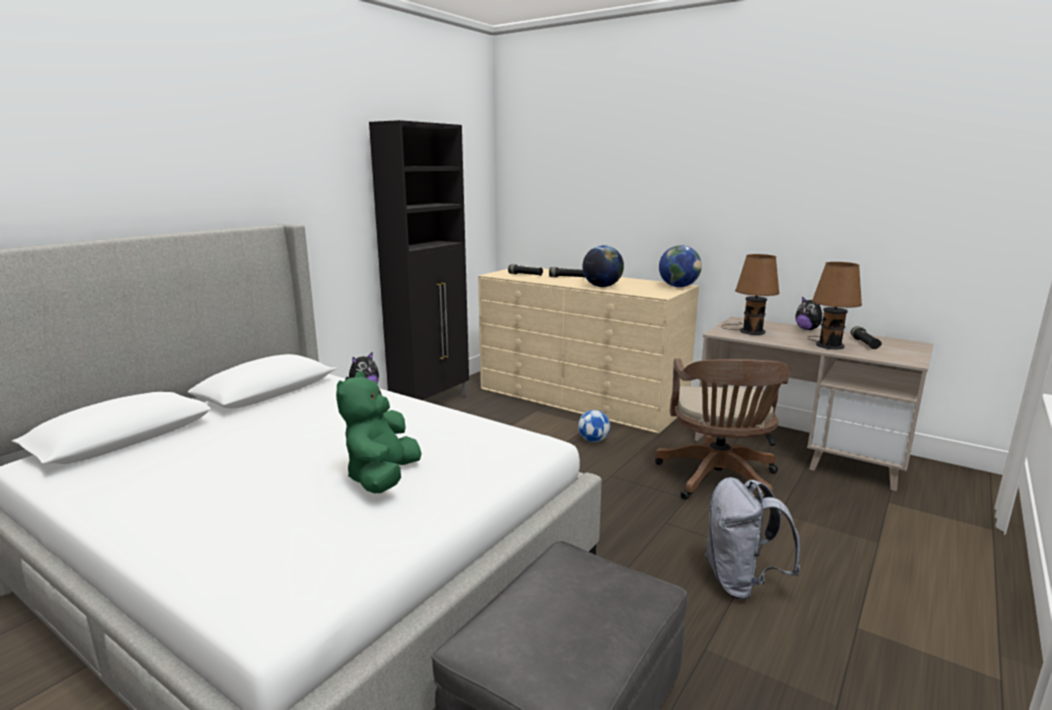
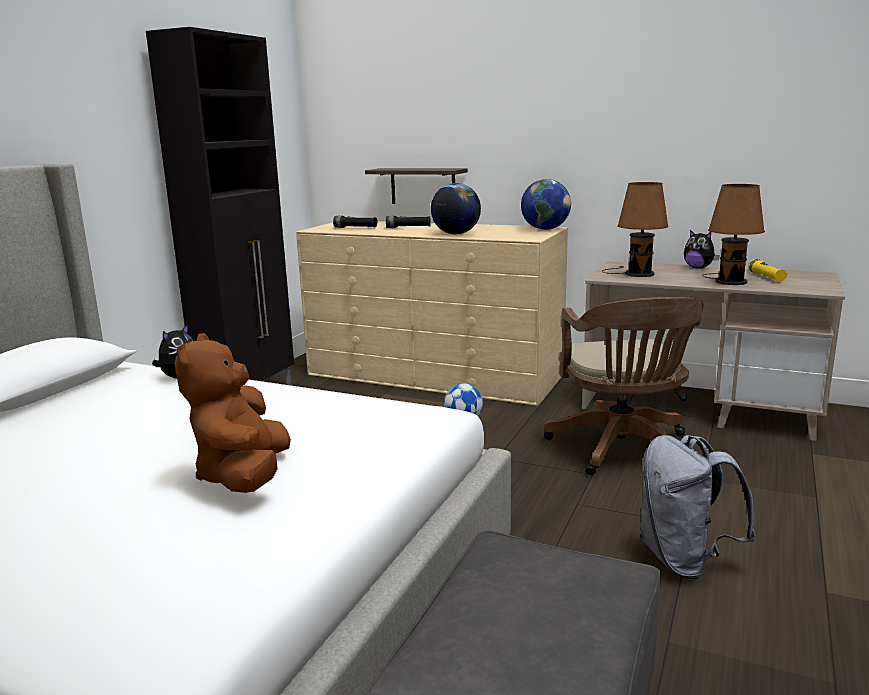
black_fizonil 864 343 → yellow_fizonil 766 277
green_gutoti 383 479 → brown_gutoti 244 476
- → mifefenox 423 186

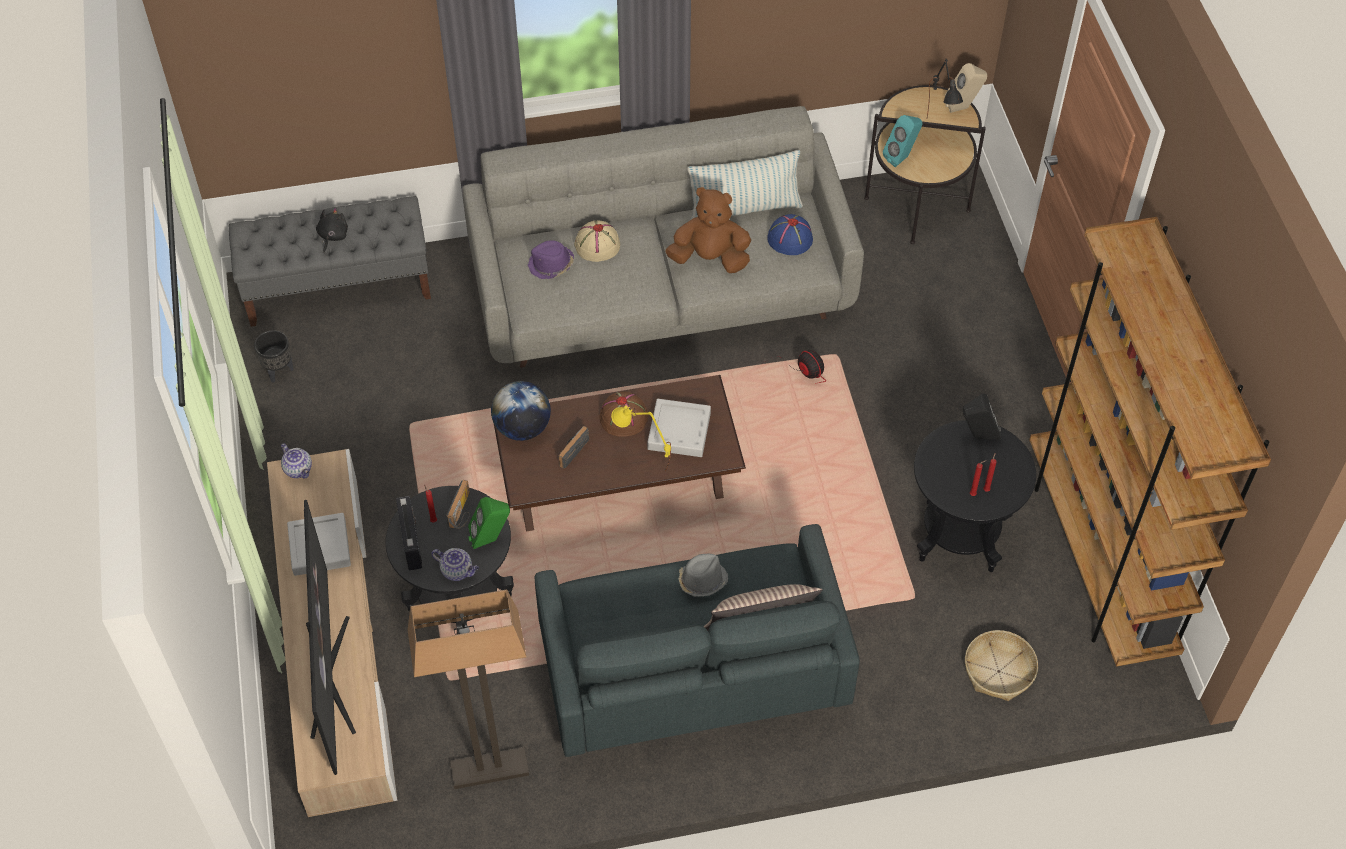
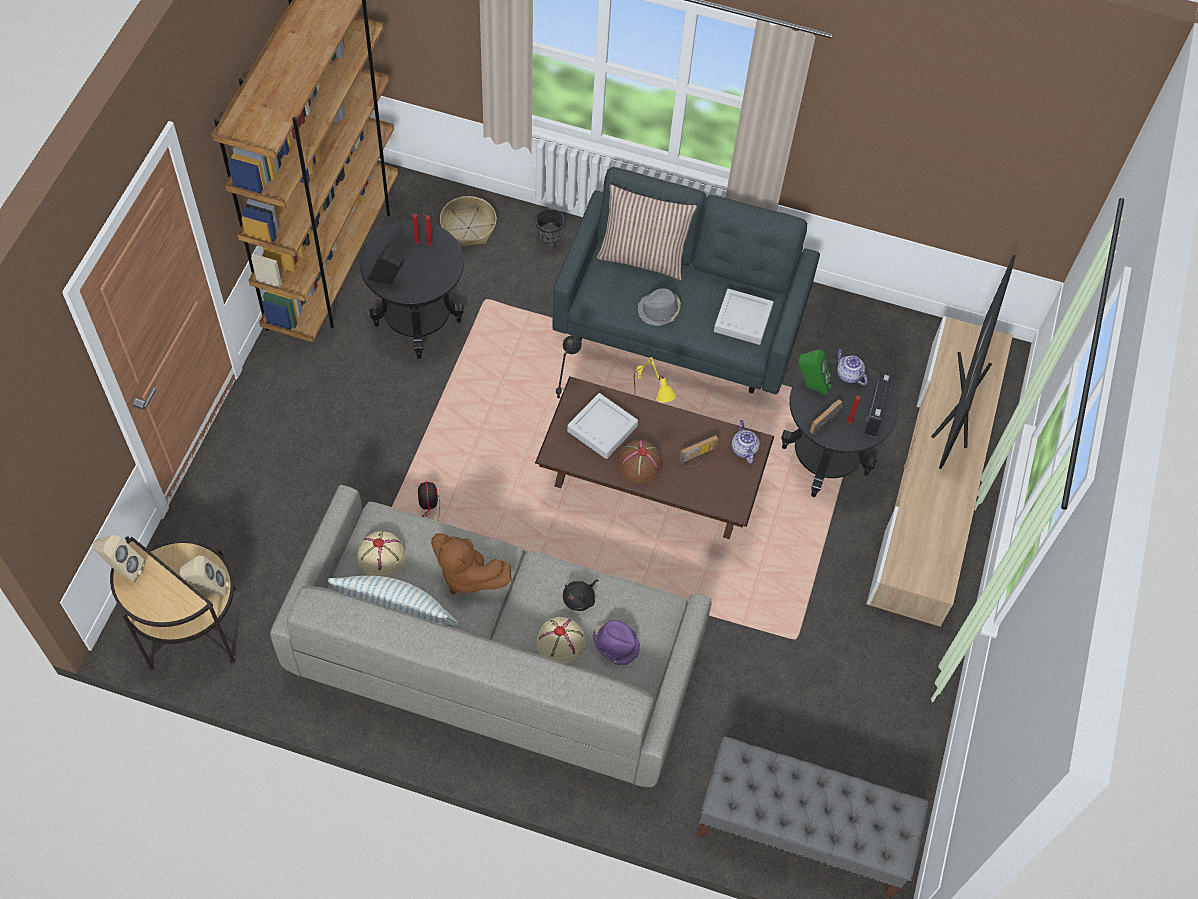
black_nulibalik 939 131 → black_nulibalik 564 395, shifted
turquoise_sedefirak 901 158 → beige_sedefirak 209 590
black_gutoti 332 236 → black_gutoti 580 599, shifted
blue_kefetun 789 238 → beige_kefetun 382 556
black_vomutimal 278 371 → black_vomutimal 549 244, shifted
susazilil 522 428 → -
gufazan 299 470 → gufazan 743 449, shifted
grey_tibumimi 320 547 → grey_tibumimi 743 320, shifted
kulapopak 489 770 → -

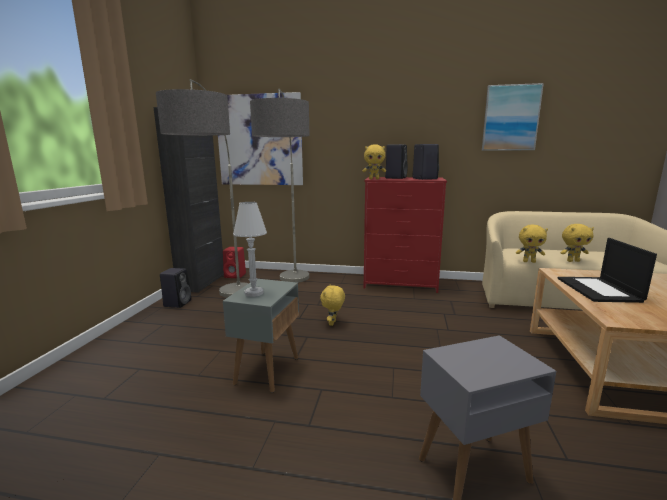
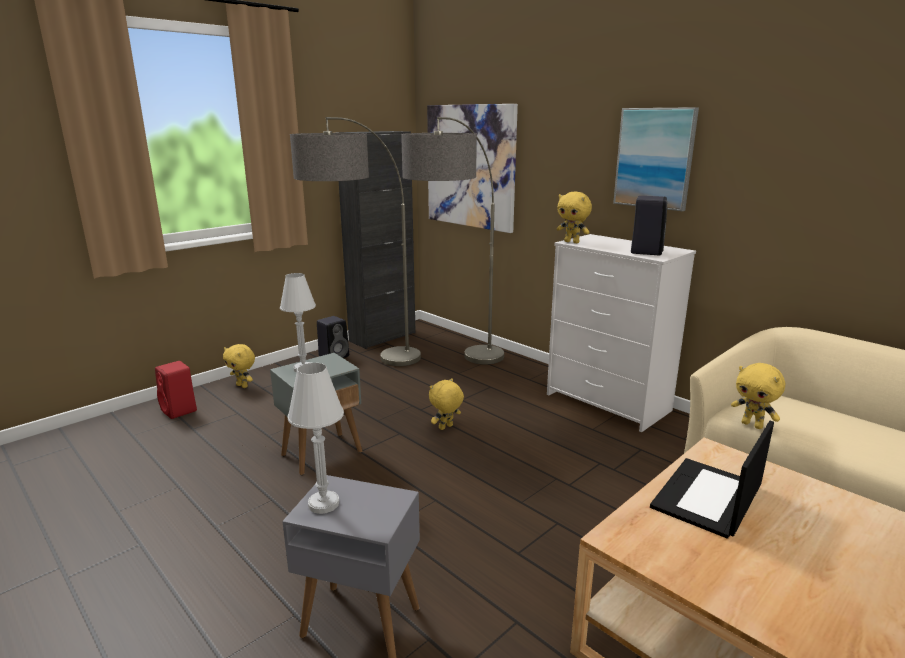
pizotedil 510 118 → pizotedil 654 158, shifted
black_sedefirak 395 178 → -
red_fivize 401 283 → white_fivize 608 402
yellow_gutoti 573 261 → yellow_gutoti 243 386, shifted
red_sedefirak 236 275 → red_sedefirak 180 411, shifted
- → white_nulibalik 324 504

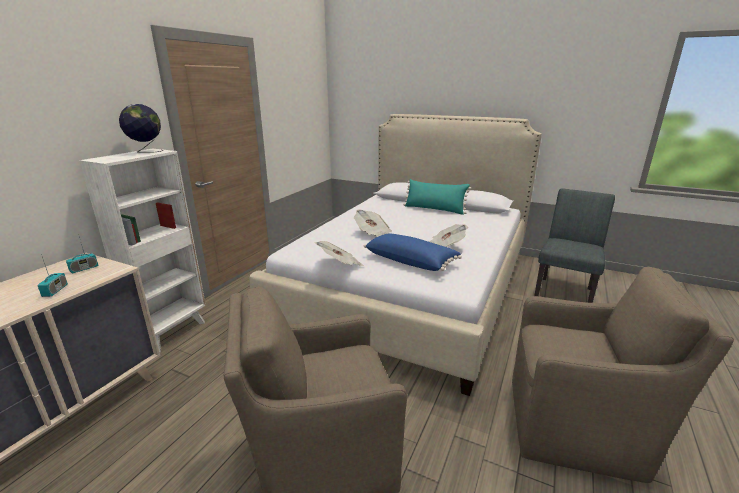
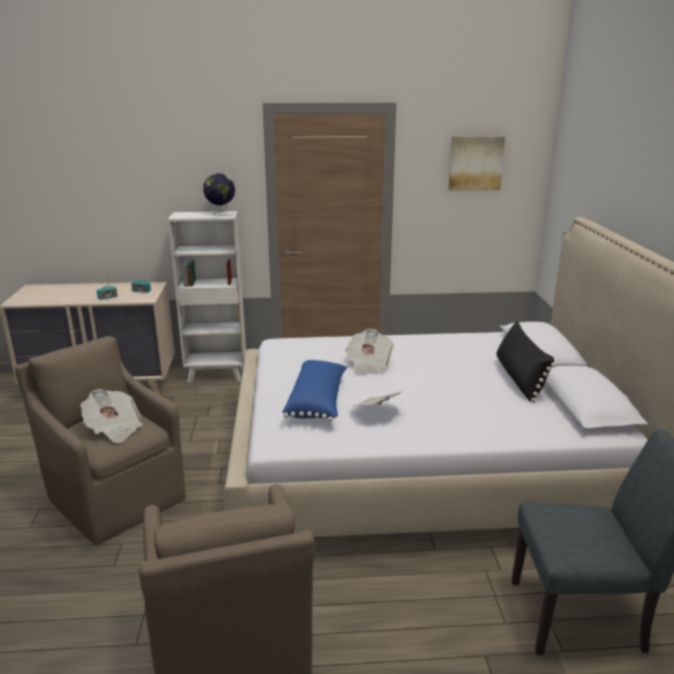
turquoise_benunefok 434 209 → black_benunefok 519 378
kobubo 340 265 → kobubo 114 429, shifted
- → pizotedil 475 163

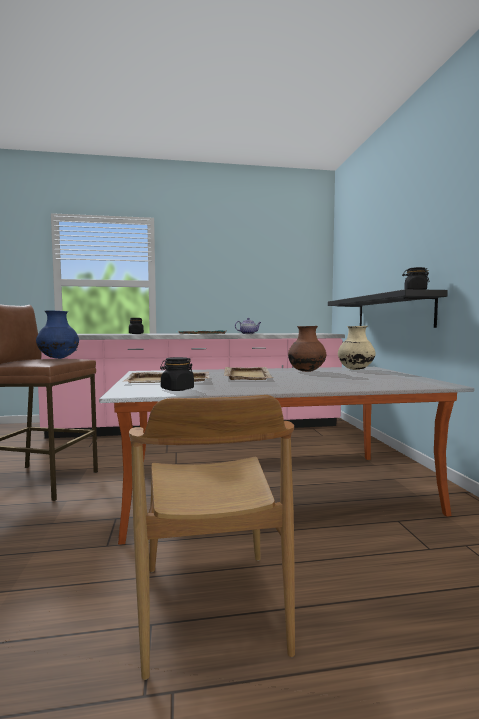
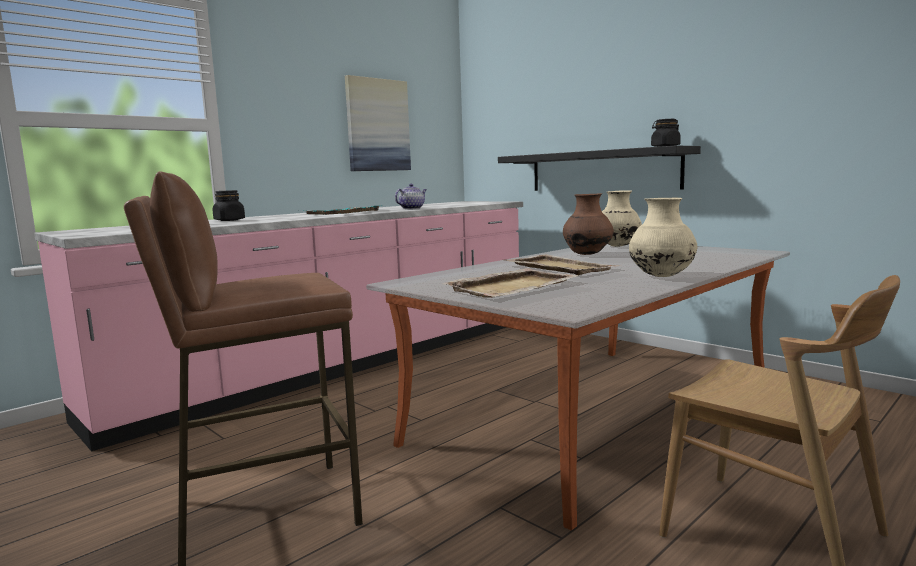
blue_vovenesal 59 358 → -
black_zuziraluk 177 389 → -
- → pizotedil 377 125
- → beige_vovenesal 662 276

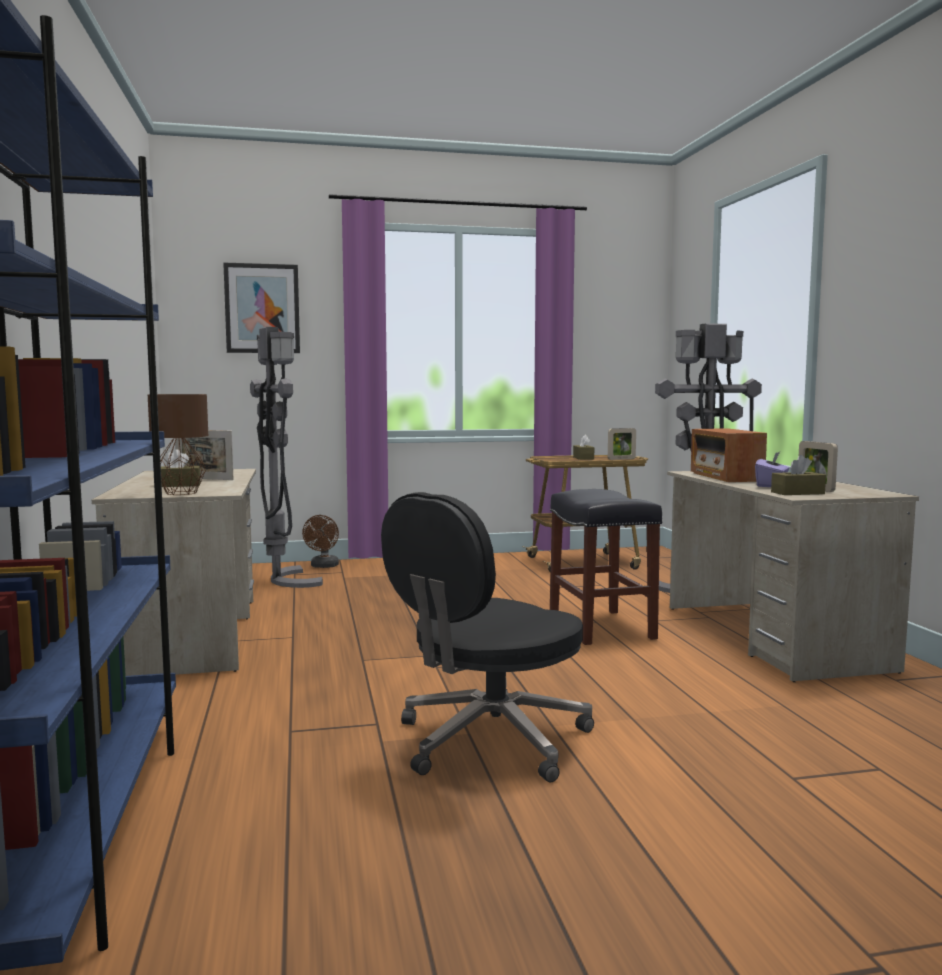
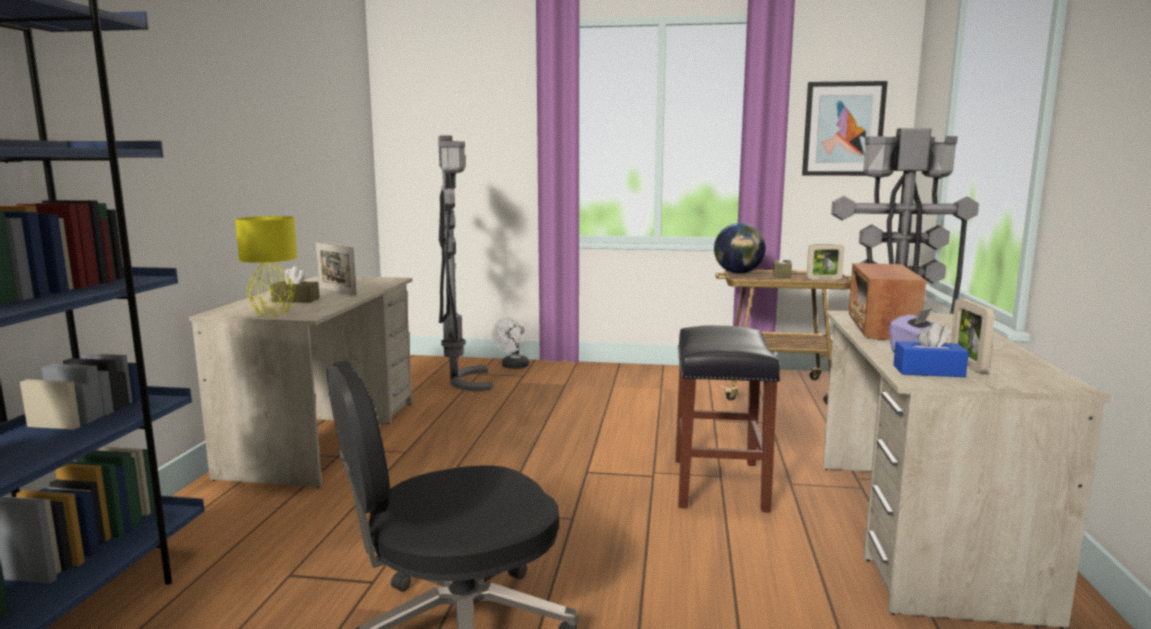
pizotedil 262 308 → pizotedil 843 129, shifted
brown_nulibalik 180 493 → yellow_nulibalik 272 313
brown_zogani 797 493 → blue_zogani 928 371
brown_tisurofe 323 566 → white_tisurofe 513 367
- → susazilil 738 273

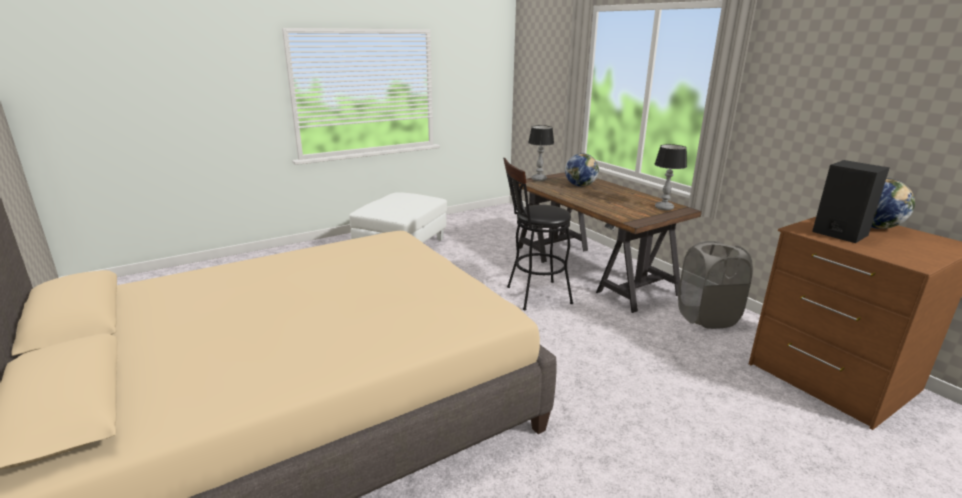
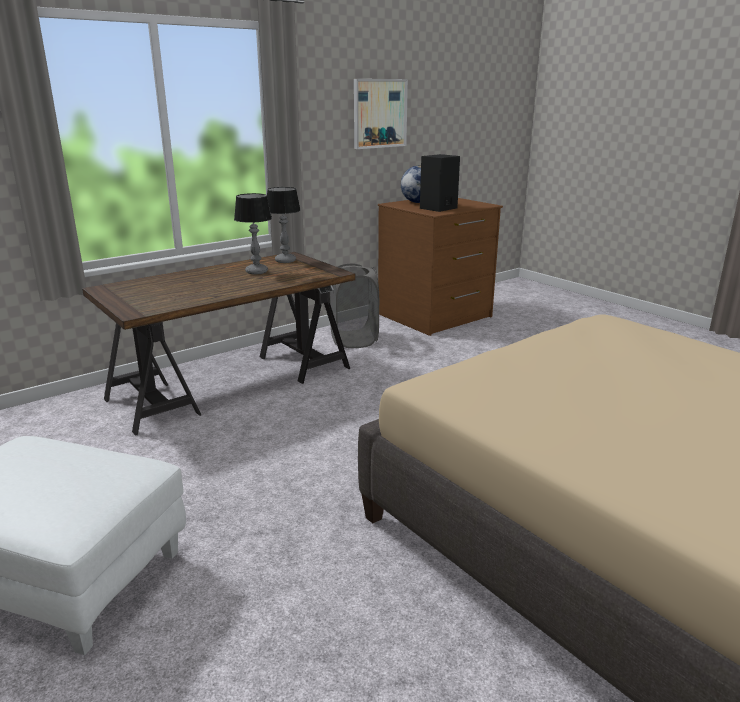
nulibalik 539 179 → nulibalik 256 271, shifted
susazilil 580 186 → -
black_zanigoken 533 296 → -
- → pizotedil 379 113

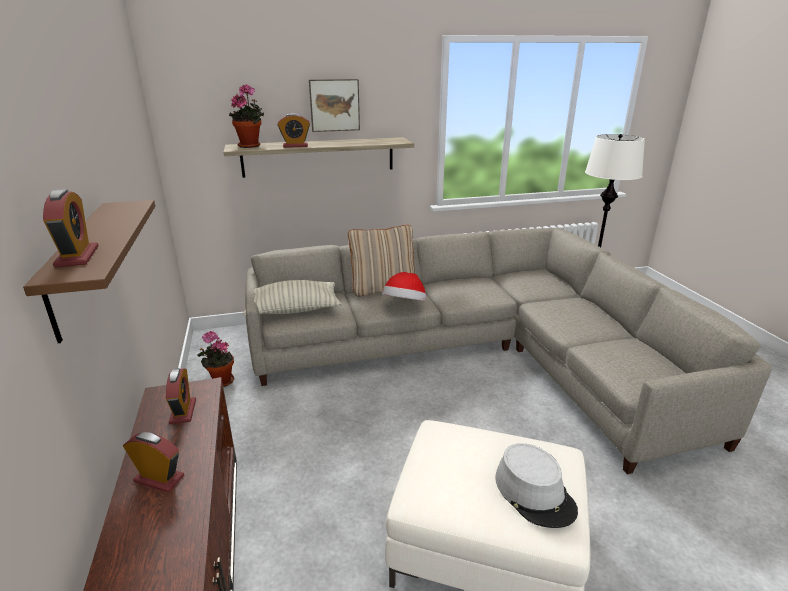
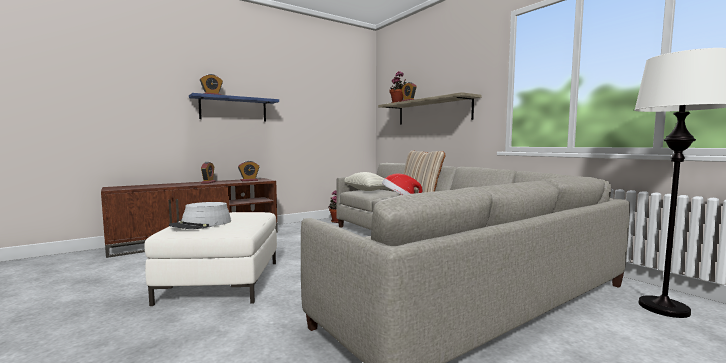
pizotedil 334 105 → -
brown_mifefenox 80 266 → blue_mifefenox 233 109

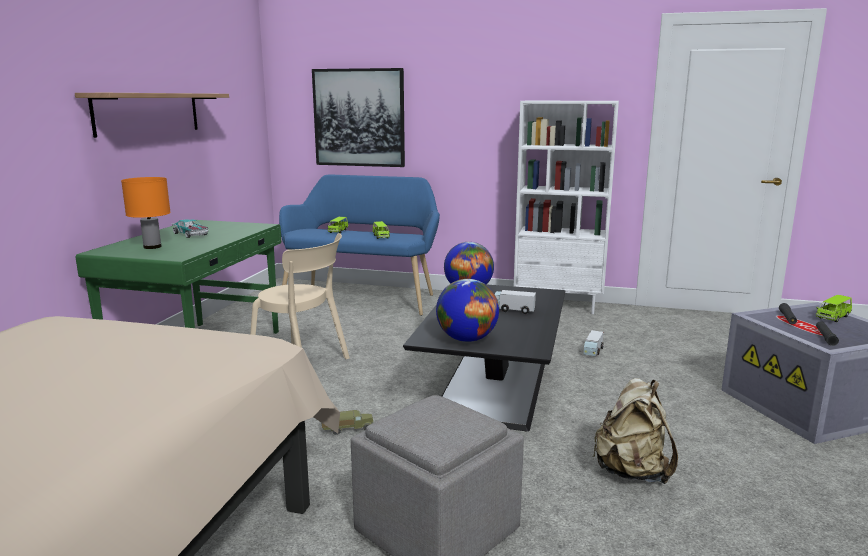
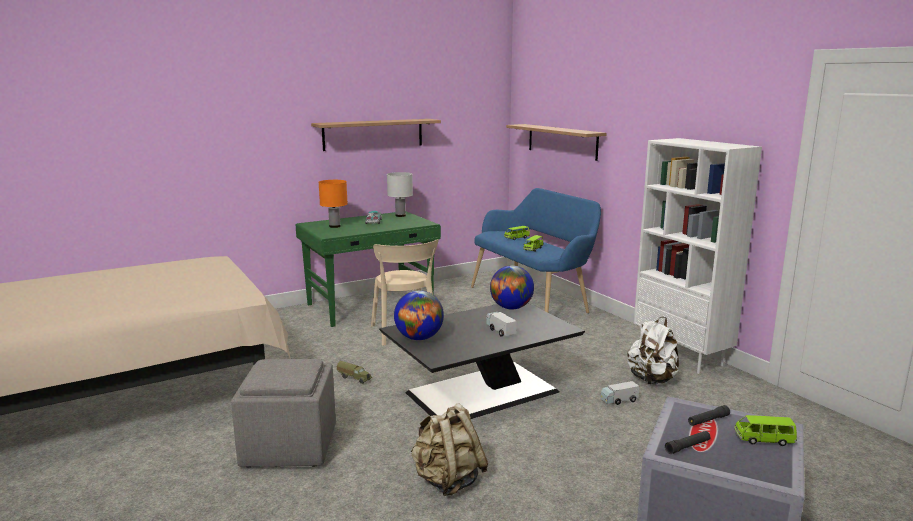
pizotedil 359 118 → mifefenox 562 141
- → white_nulibalik 400 215
- → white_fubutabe 652 380

